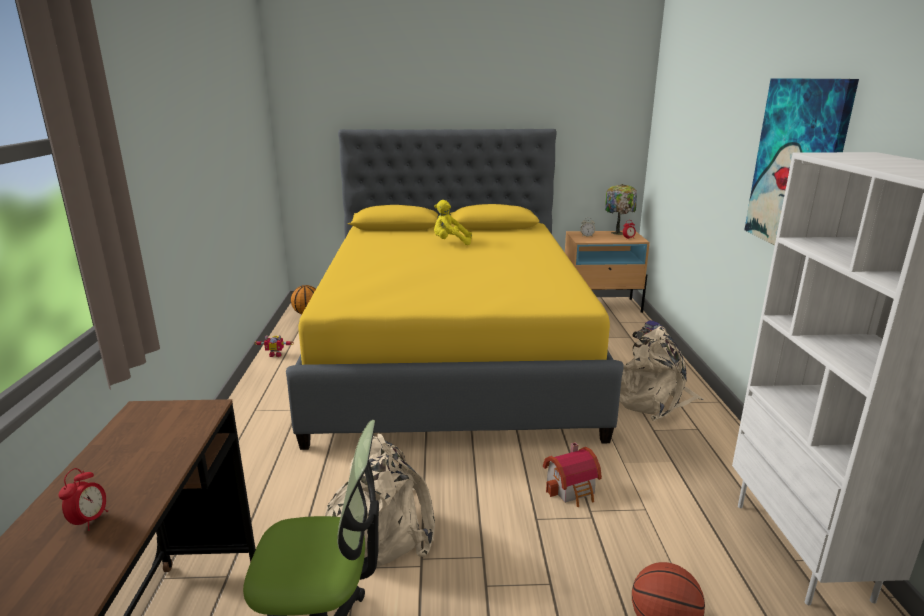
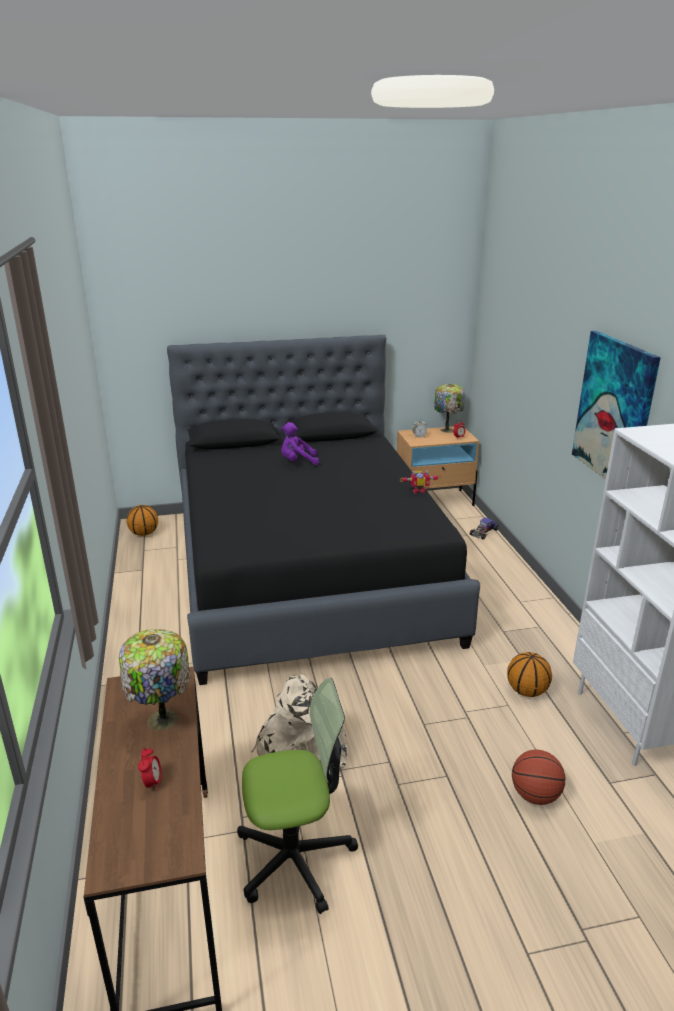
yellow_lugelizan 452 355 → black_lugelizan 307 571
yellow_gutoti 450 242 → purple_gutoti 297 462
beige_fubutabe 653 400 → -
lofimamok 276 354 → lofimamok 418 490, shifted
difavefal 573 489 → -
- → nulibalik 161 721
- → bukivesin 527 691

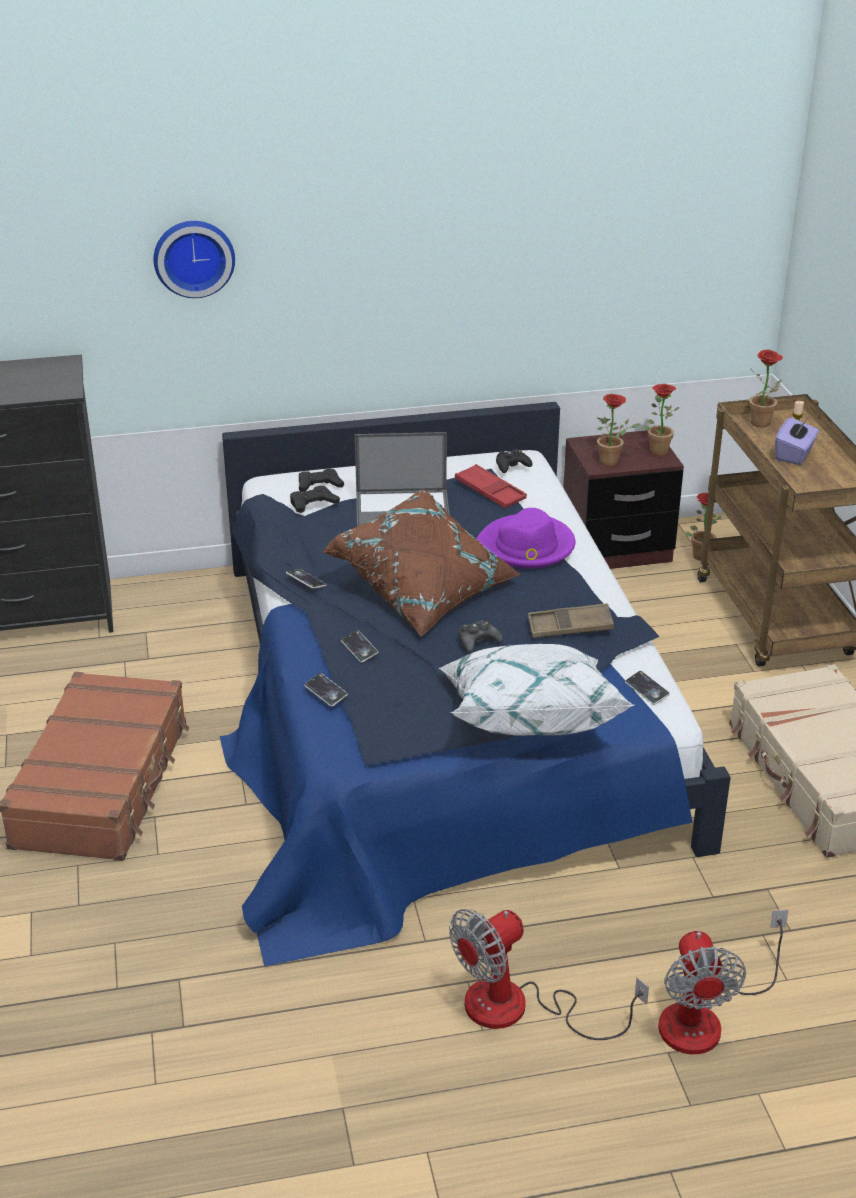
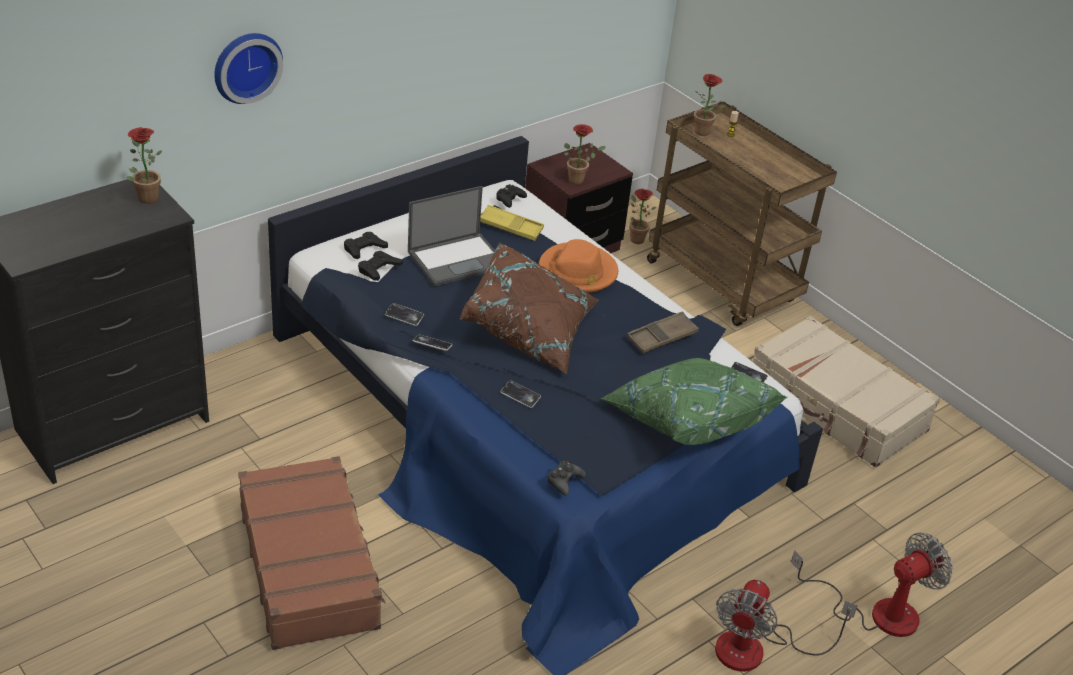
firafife 656 450 → firafife 145 196, shifted
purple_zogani 794 455 → -
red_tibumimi 490 491 → yellow_tibumimi 510 227
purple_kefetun 527 546 → orange_kefetun 577 272
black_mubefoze 478 641 → black_mubefoze 564 481, shifted
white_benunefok 529 716 → green_benunefok 687 421
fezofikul 326 692 → fezofikul 404 316, shifted
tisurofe 705 1016 → tisurofe 876 612, 90 degrees counterclockwise

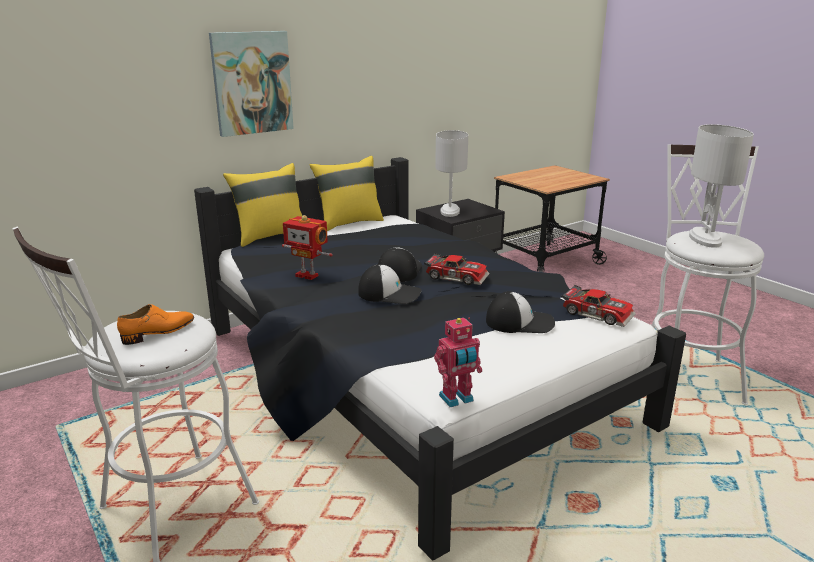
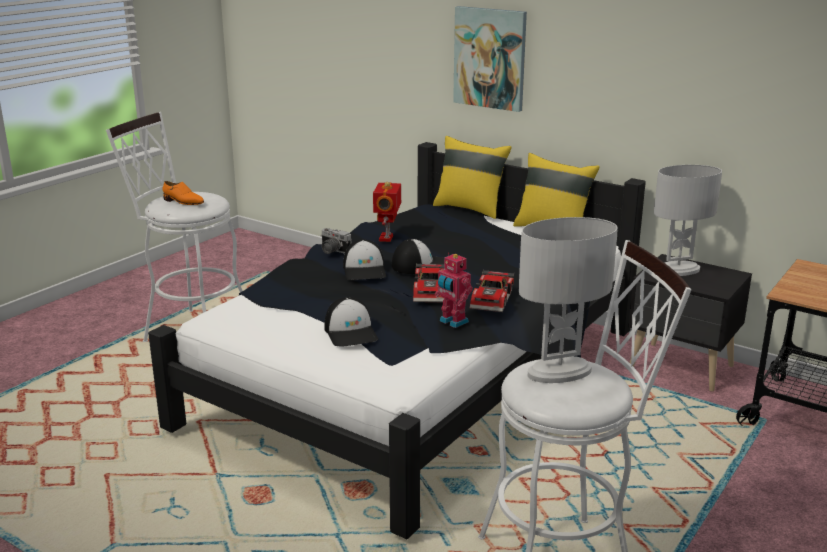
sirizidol 598 313 → sirizidol 494 299, shifted
lofimamok 457 399 → lofimamok 452 322, shifted
- → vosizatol 332 251

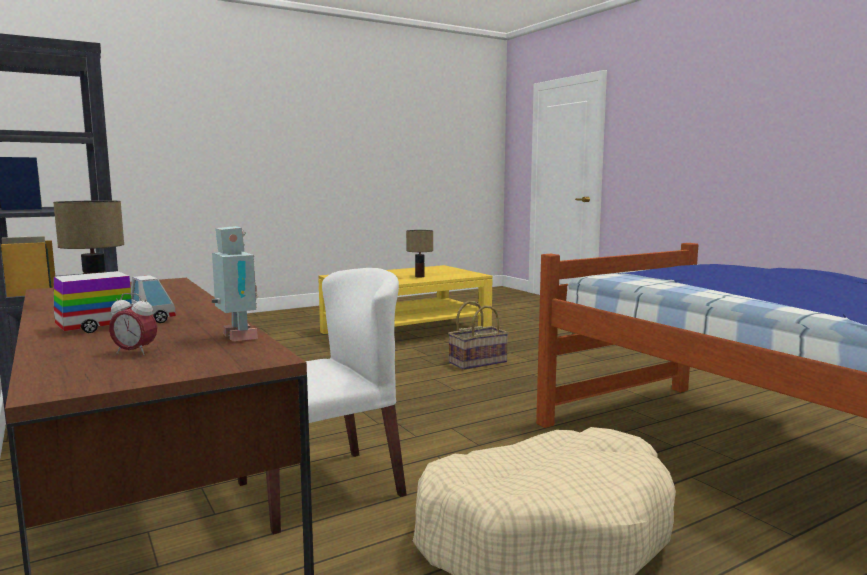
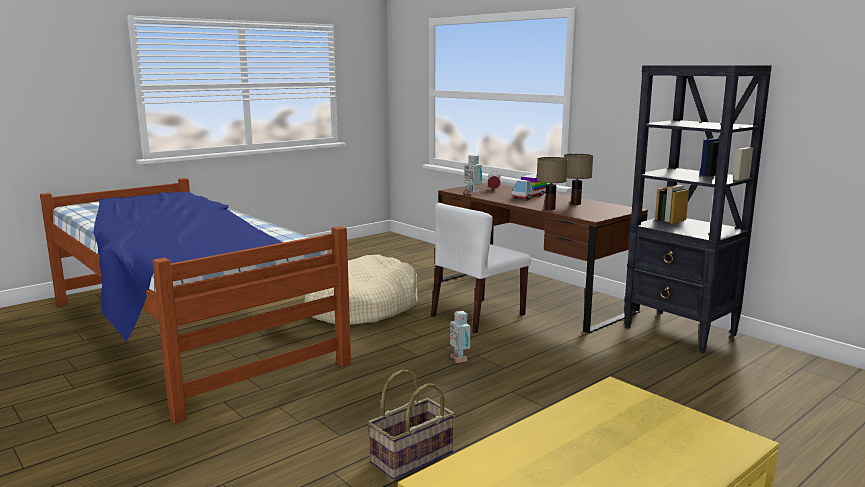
nulibalik 420 276 → nulibalik 549 209, shifted
- → lofimamok 459 358

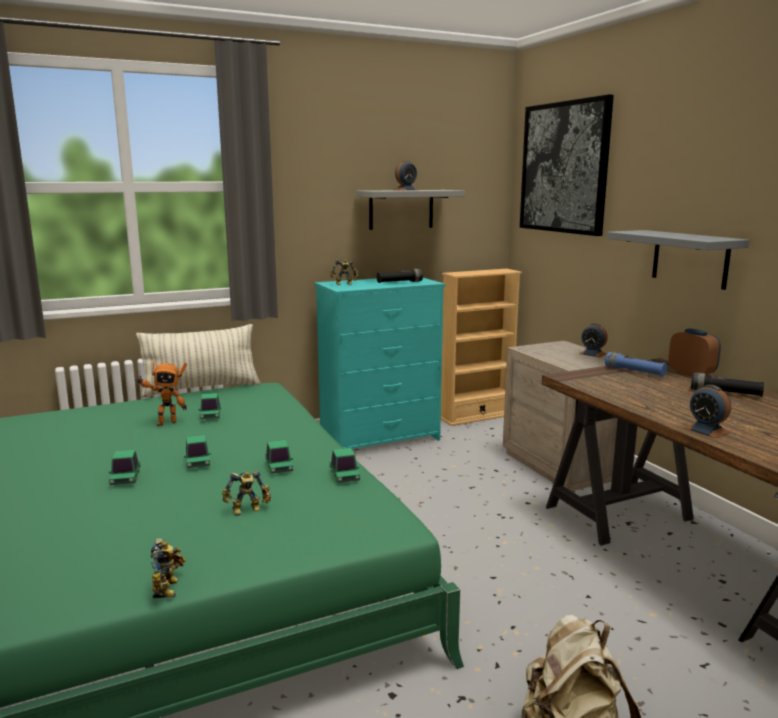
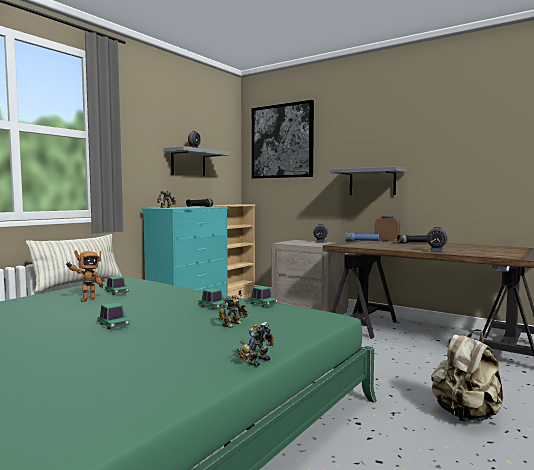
sirizidol 198 462 → -
lofimamok 169 588 → lofimamok 255 361, 105 degrees counterclockwise

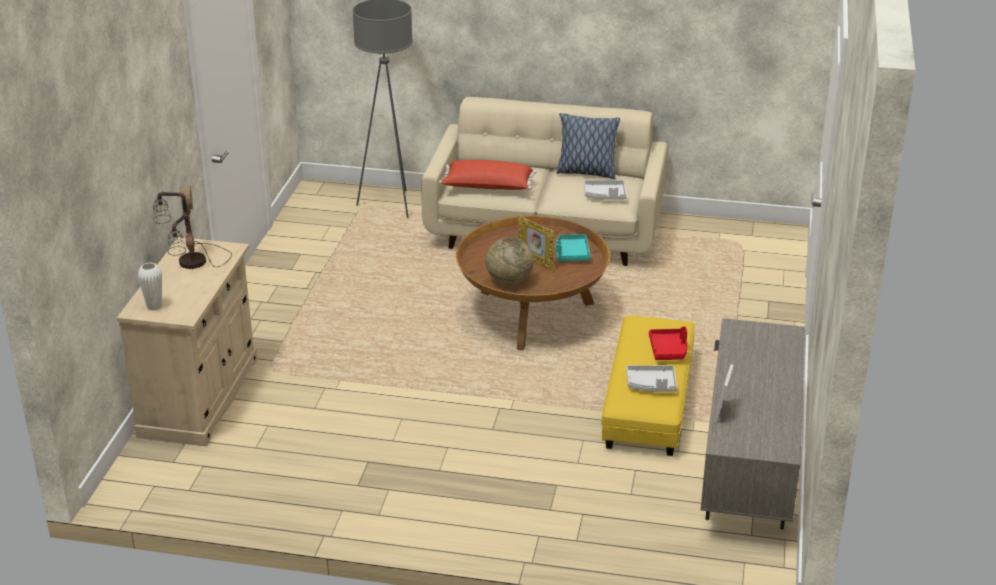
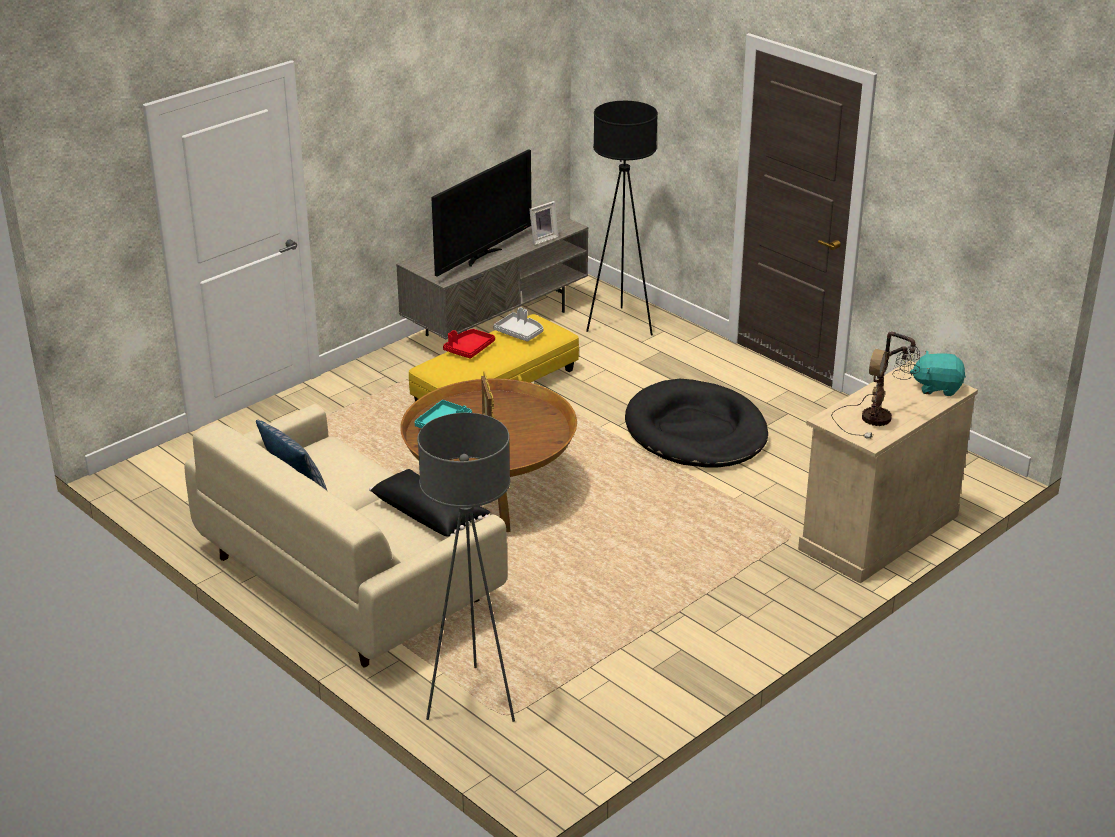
red_benunefok 487 187 → black_benunefok 430 515
grey_tibumimi 605 195 → -
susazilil 509 281 → -
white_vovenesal 154 306 → turquoise_gutoti 937 387
- → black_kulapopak 621 325
- → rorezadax 482 256
- → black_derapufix 696 431

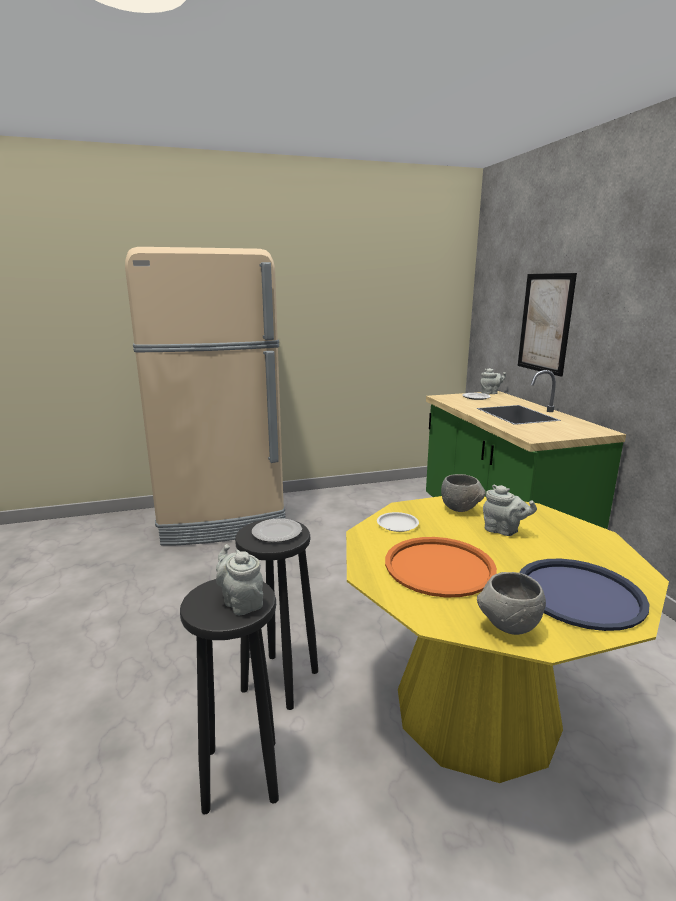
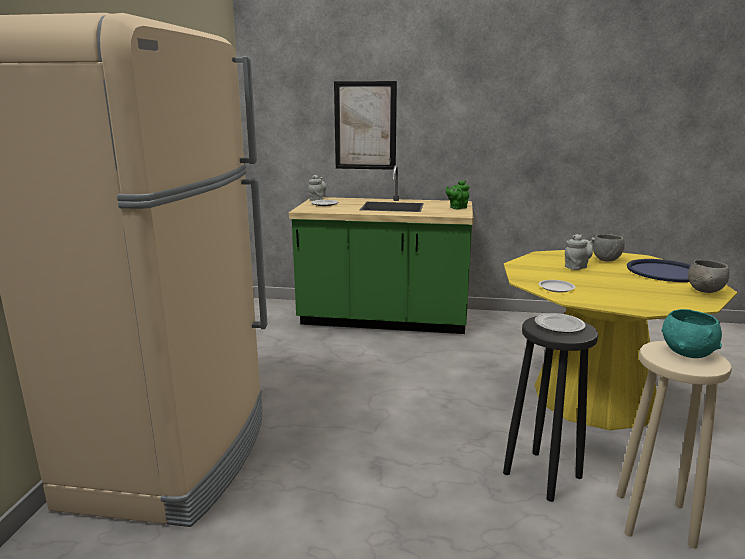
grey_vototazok 460 510 → grey_vototazok 606 260, shifted
orange_tibumimi 439 567 → -
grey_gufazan 241 602 → turquoise_vototazok 687 352
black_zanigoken 241 773 → beige_zanigoken 653 519
- → green_gufazan 457 208

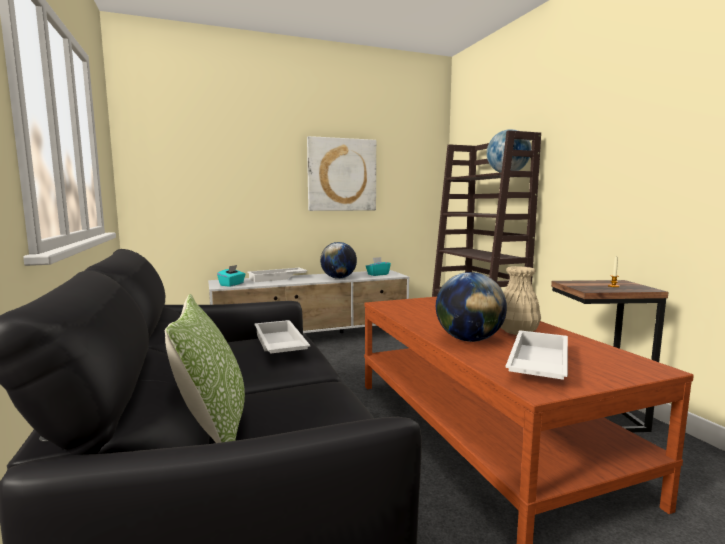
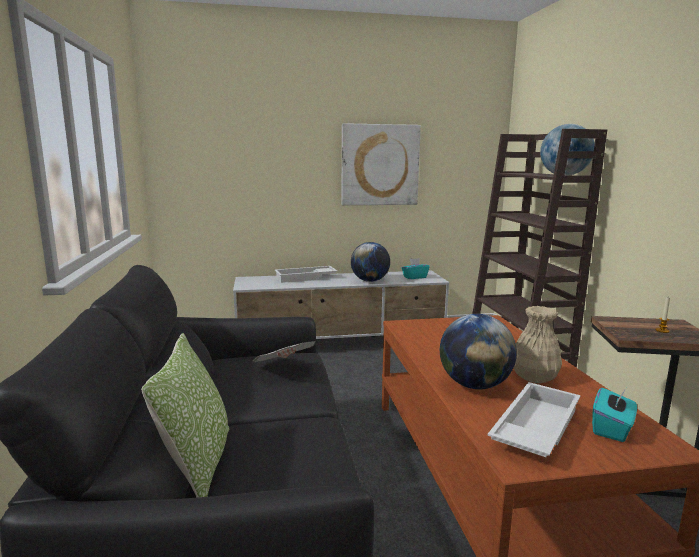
turquoise_zogani 232 284 → turquoise_zogani 612 429, shifted
white_tibumimi 278 345 → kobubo 283 368

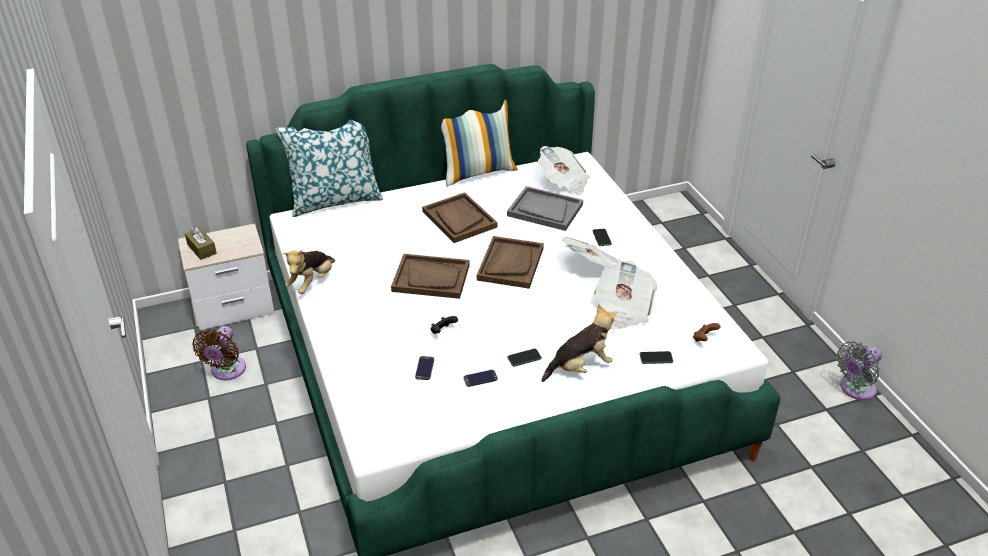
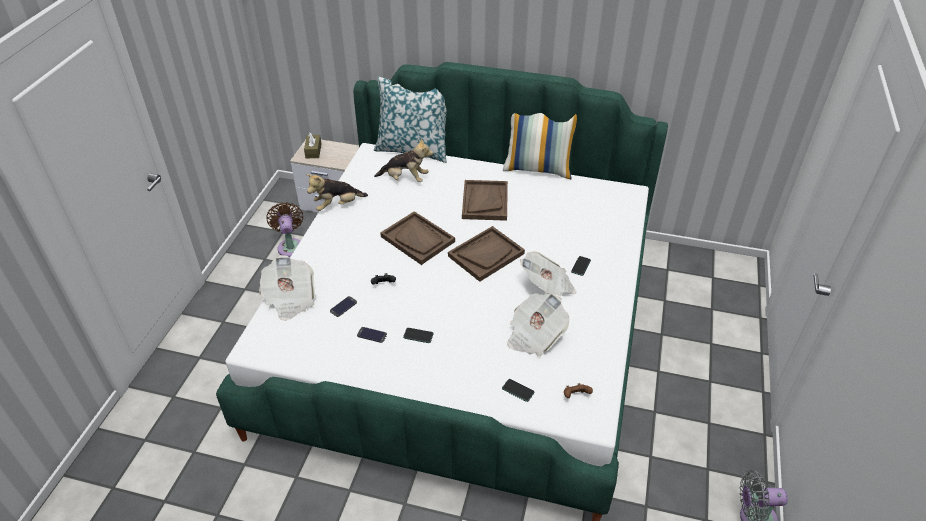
kobubo 563 182 → kobubo 290 299, shifted
grey_tibumimi 544 210 → -
gutoti 580 367 → gutoti 405 179, shifted
brown_tisurofe 227 371 → brown_tisurofe 290 246, 120 degrees clockwise

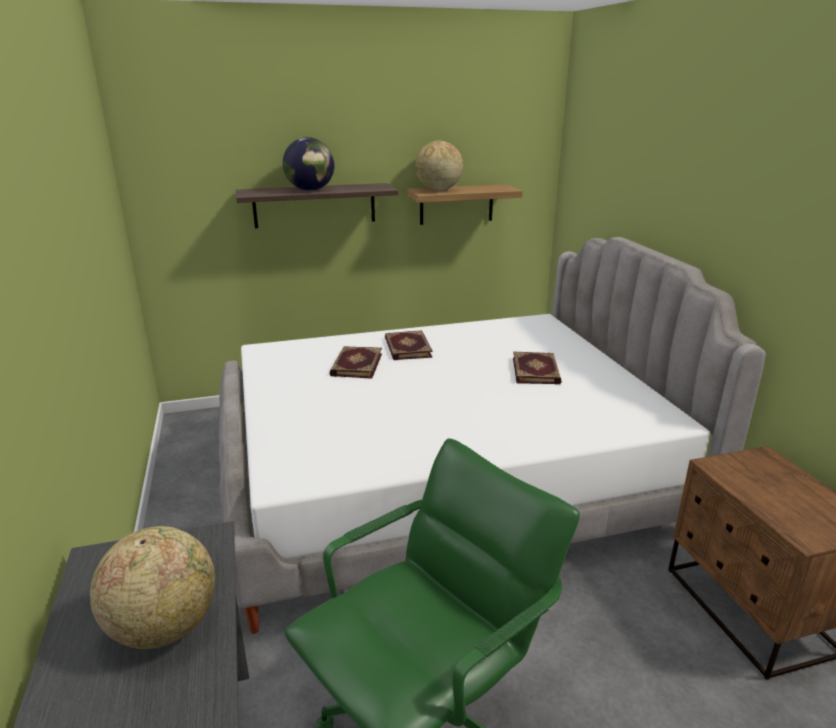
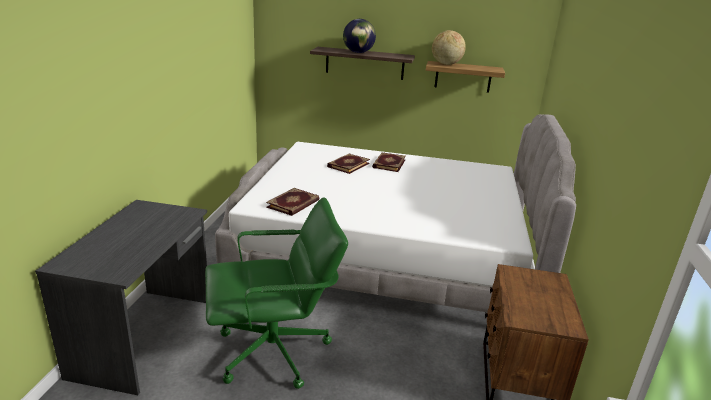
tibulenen 537 370 → tibulenen 293 204, shifted
susazilil 164 627 → -

